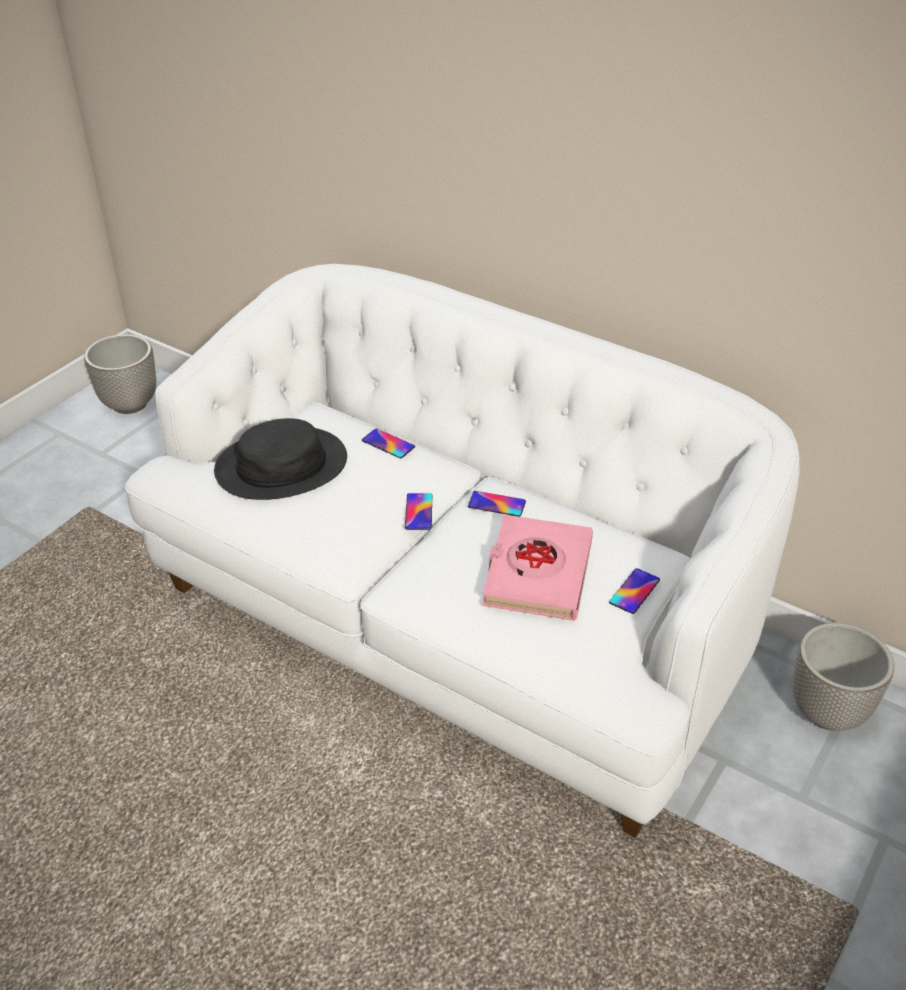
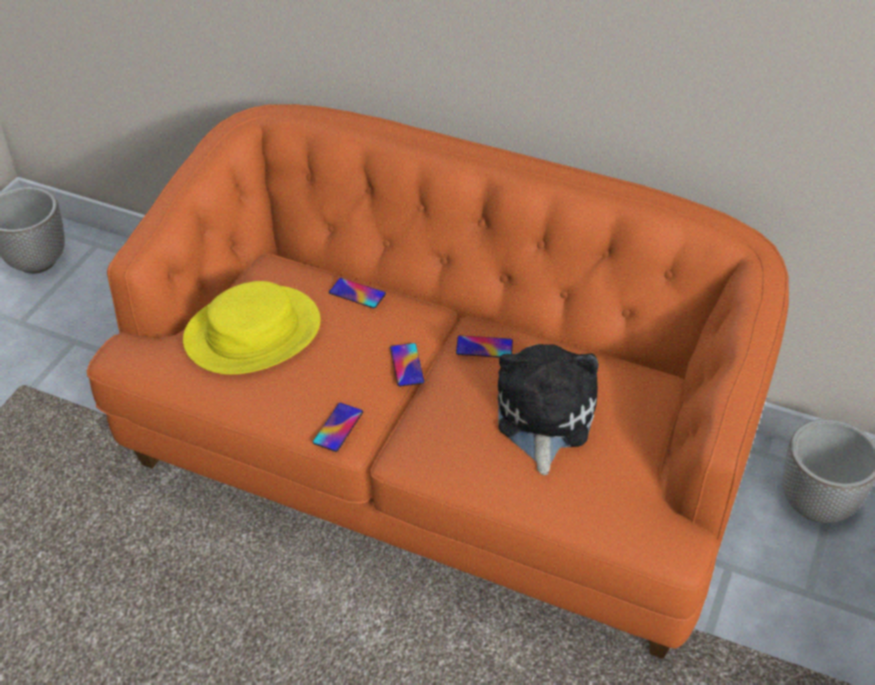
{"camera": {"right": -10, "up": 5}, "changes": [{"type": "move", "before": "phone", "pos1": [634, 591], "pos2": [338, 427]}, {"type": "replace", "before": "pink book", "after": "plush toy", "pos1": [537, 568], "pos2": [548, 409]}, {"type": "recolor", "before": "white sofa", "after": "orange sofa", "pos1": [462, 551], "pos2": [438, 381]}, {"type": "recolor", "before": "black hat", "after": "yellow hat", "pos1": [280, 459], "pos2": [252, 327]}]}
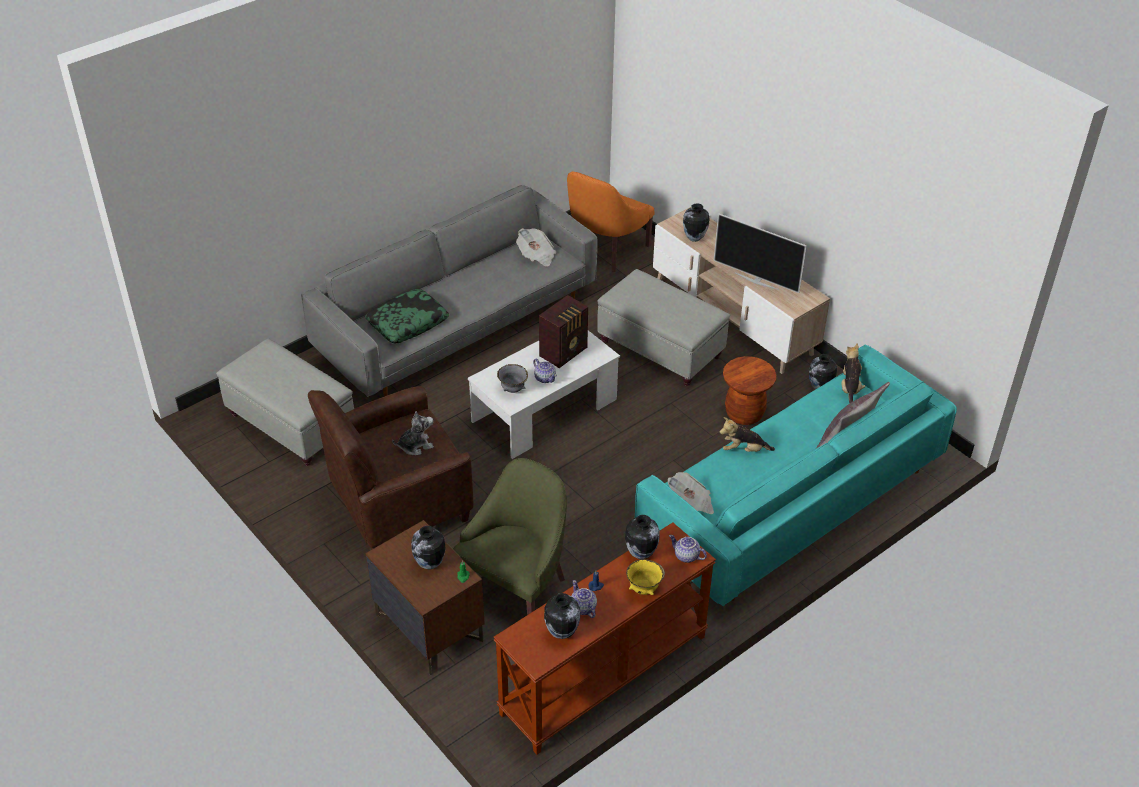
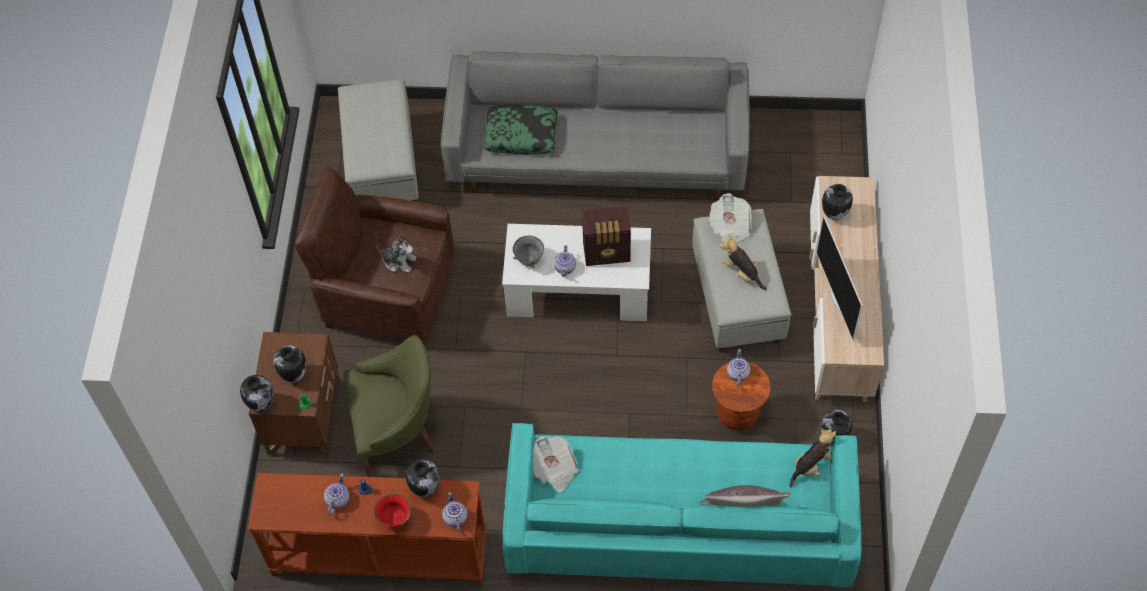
{"camera": {"right": 45, "up": 15}, "changes": [{"type": "delete", "before": "orange armchair", "pos1": [611, 222]}, {"type": "insert", "after": "teapot", "pos2": [738, 368]}, {"type": "move", "before": "newspaper", "pos1": [536, 247], "pos2": [730, 218]}, {"type": "move", "before": "vase", "pos1": [562, 616], "pos2": [257, 393]}, {"type": "move", "before": "plush toy", "pos1": [747, 434], "pos2": [743, 262]}, {"type": "recolor", "before": "yellow bowl", "after": "red bowl", "pos1": [645, 577], "pos2": [392, 512]}]}
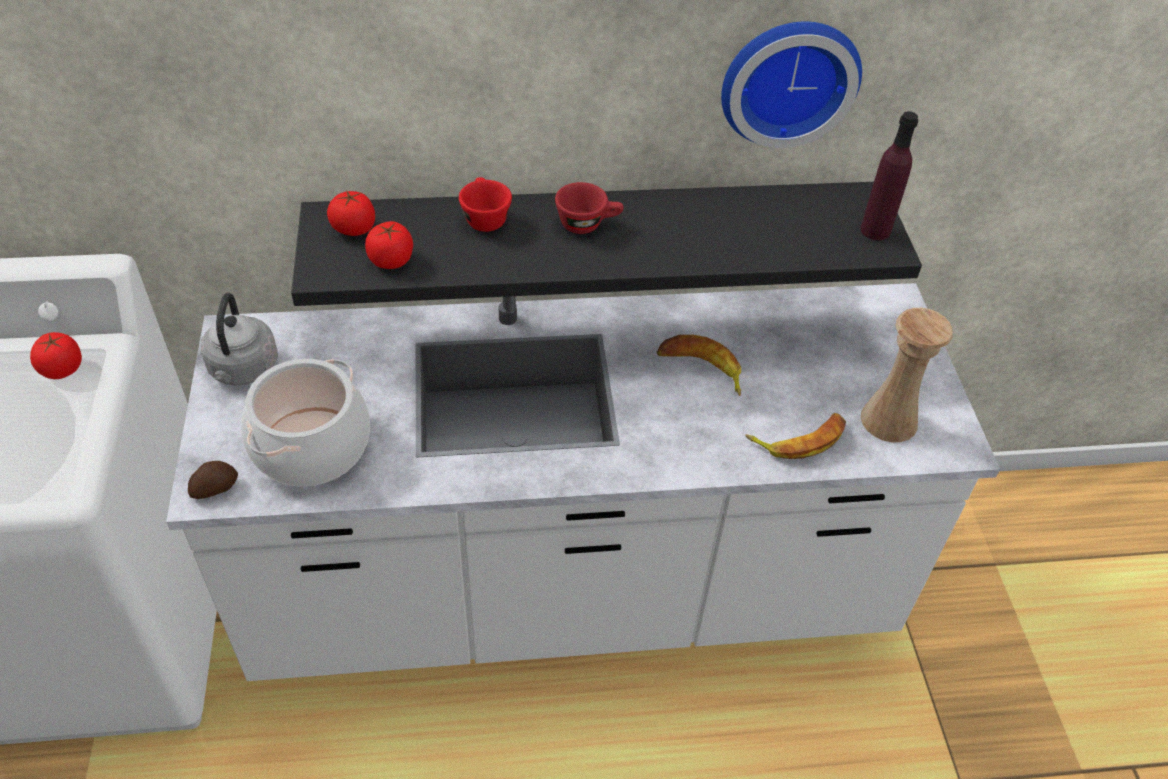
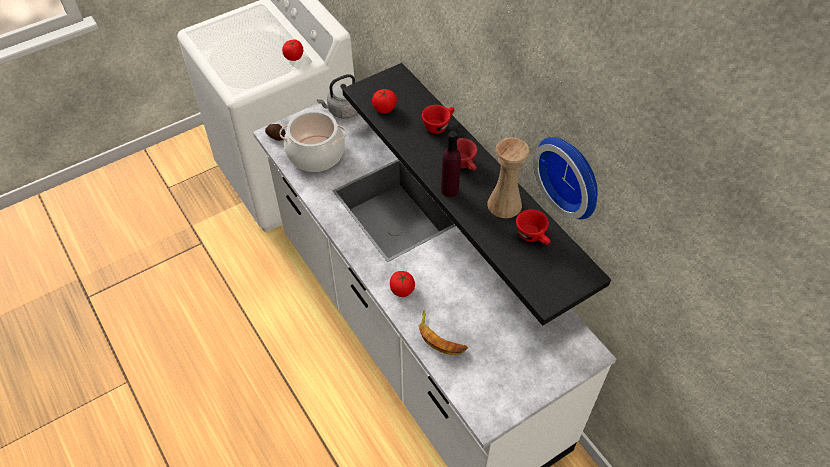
{"camera": {"right": 65, "up": 5}, "changes": [{"type": "delete", "before": "banana", "pos1": [699, 365]}, {"type": "insert", "after": "red cup", "pos2": [533, 227]}, {"type": "move", "before": "tomato", "pos1": [351, 213], "pos2": [402, 284]}, {"type": "move", "before": "purple bottle", "pos1": [889, 175], "pos2": [451, 164]}, {"type": "move", "before": "beige vase", "pos1": [907, 375], "pos2": [508, 177]}]}
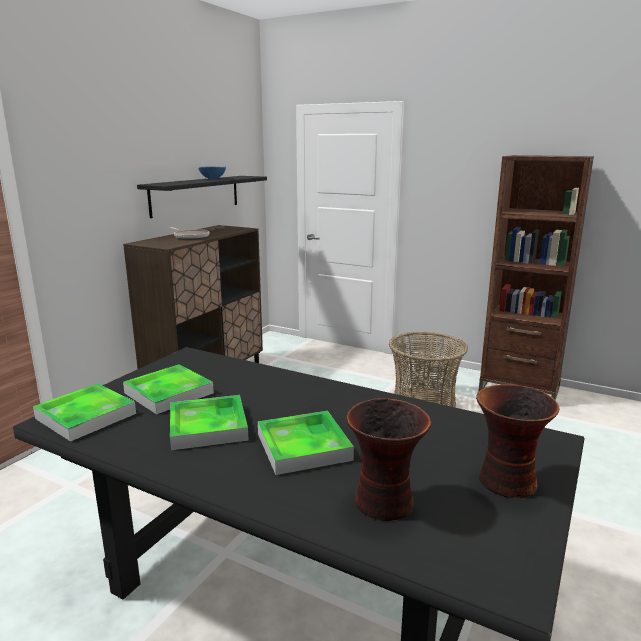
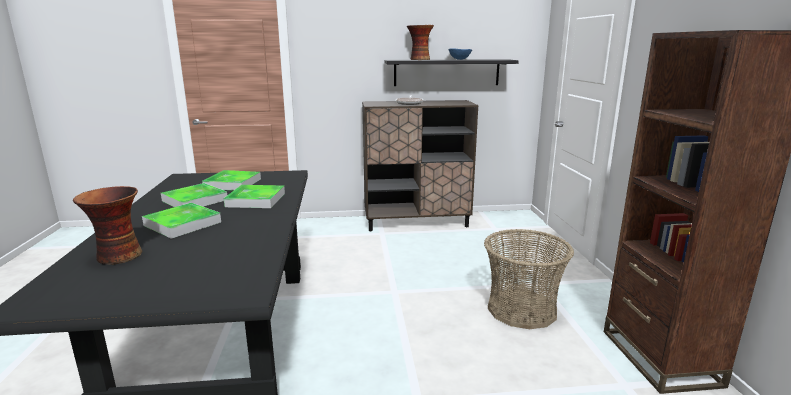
{"camera": {"right": 55, "up": 0}, "changes": [{"type": "move", "before": "tray", "pos1": [84, 412], "pos2": [254, 196]}, {"type": "move", "before": "vase", "pos1": [517, 441], "pos2": [420, 42]}]}
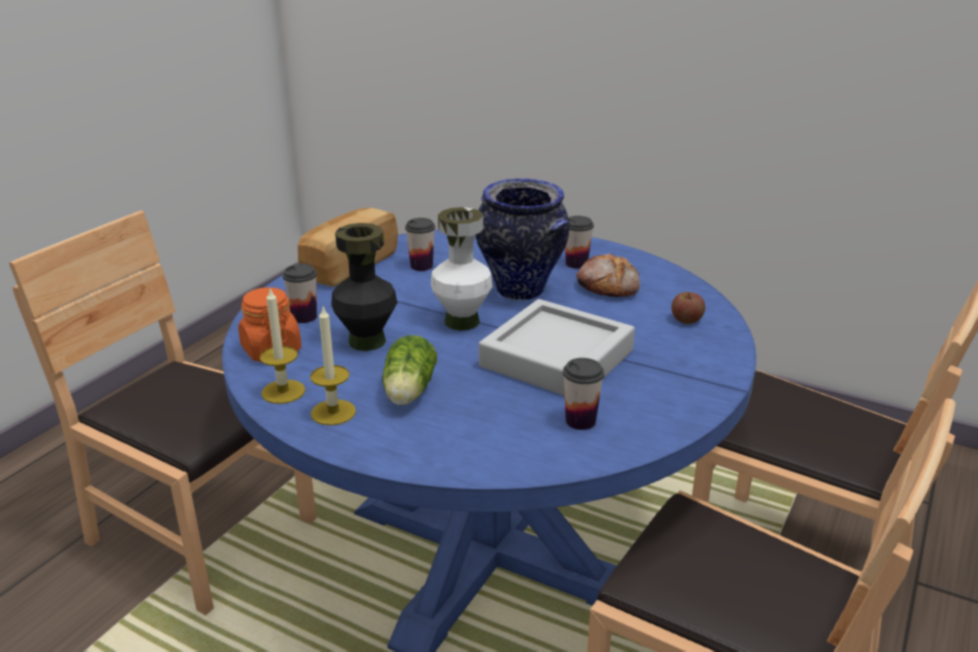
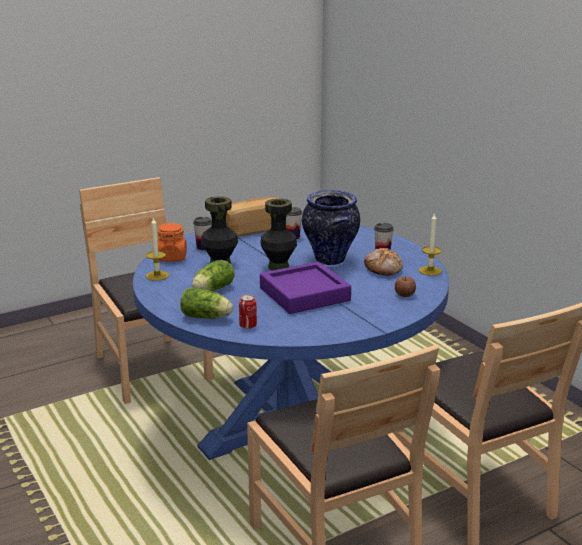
{"camera": {"right": 30, "up": -5}, "changes": [{"type": "delete", "before": "cup", "pos1": [583, 394]}, {"type": "insert", "after": "lettuce", "pos2": [206, 303]}, {"type": "insert", "after": "can", "pos2": [248, 311]}, {"type": "move", "before": "candle", "pos1": [333, 366], "pos2": [430, 244]}, {"type": "recolor", "before": "white vase", "after": "black vase", "pos1": [462, 269], "pos2": [278, 234]}, {"type": "recolor", "before": "grey tray", "after": "purple tray", "pos1": [557, 347], "pos2": [305, 288]}]}
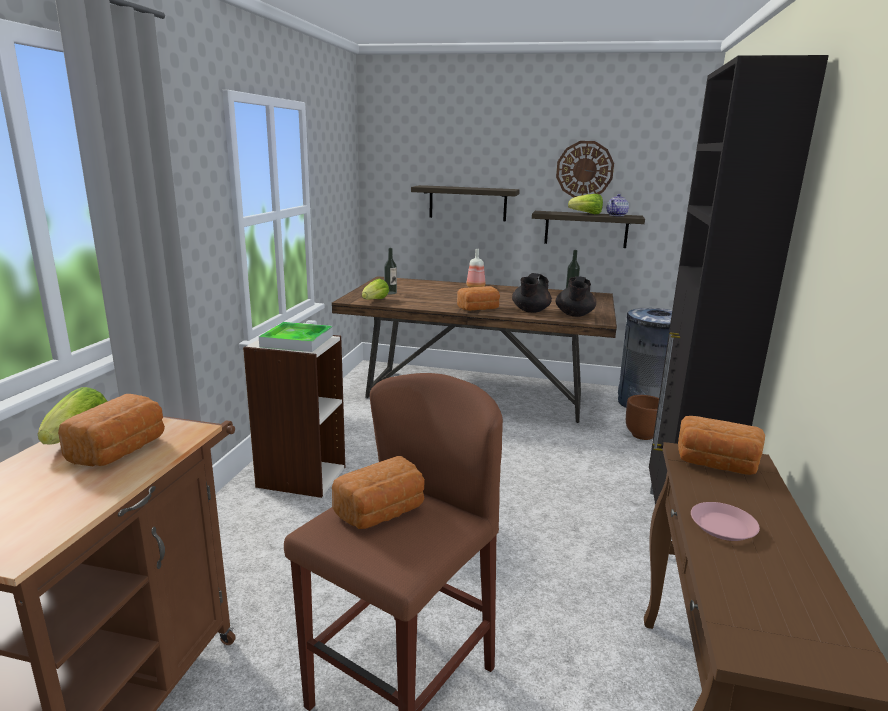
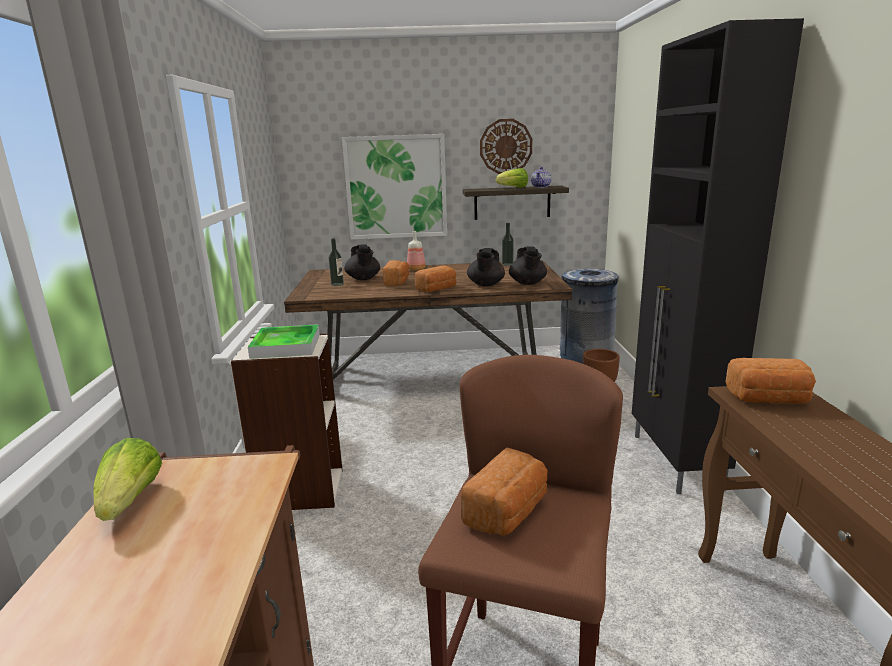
{"camera": {"right": -15, "up": 0}, "changes": [{"type": "delete", "before": "lettuce", "pos1": [375, 289]}, {"type": "delete", "before": "pink plate", "pos1": [725, 521]}, {"type": "insert", "after": "black teapot", "pos2": [362, 262]}, {"type": "move", "before": "bread", "pos1": [111, 430], "pos2": [396, 273]}, {"type": "replace", "before": "shelf", "after": "picture", "pos1": [465, 203], "pos2": [394, 187]}]}
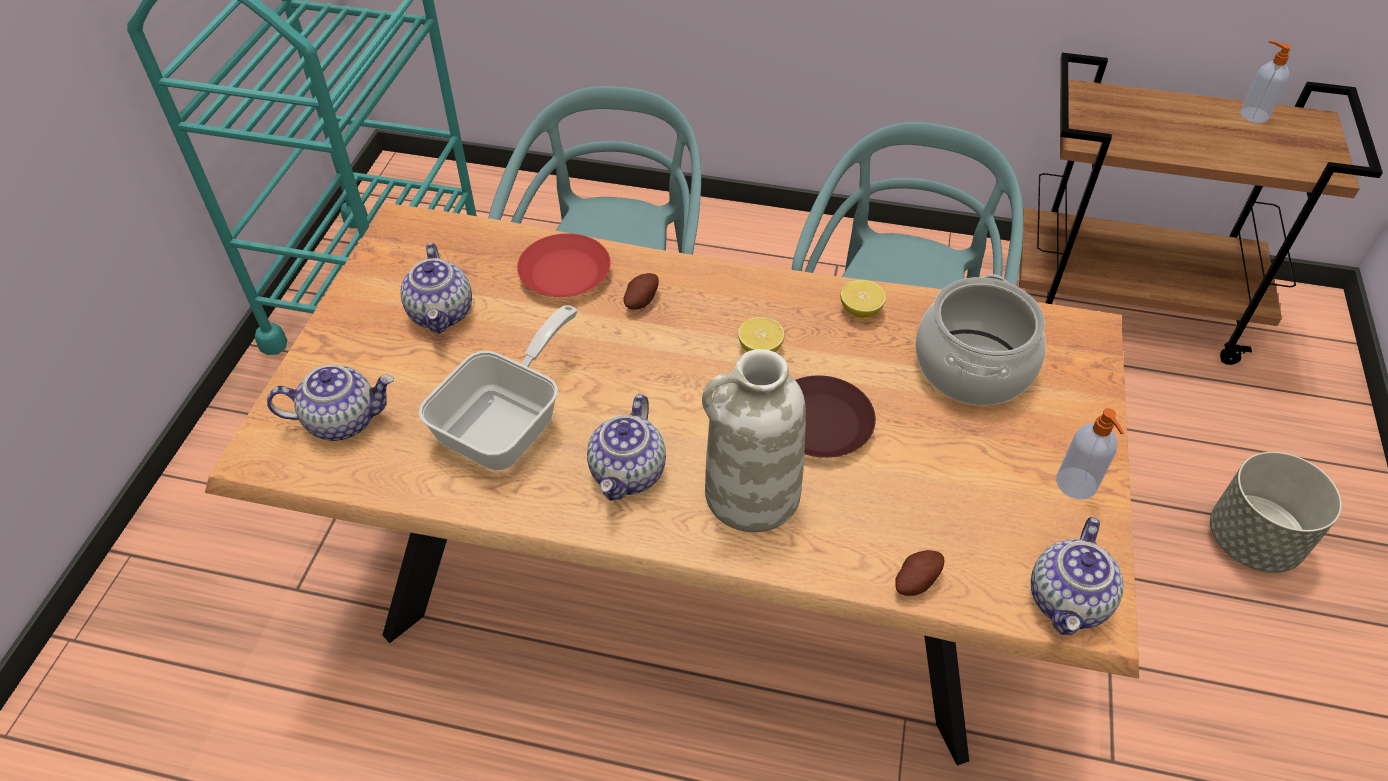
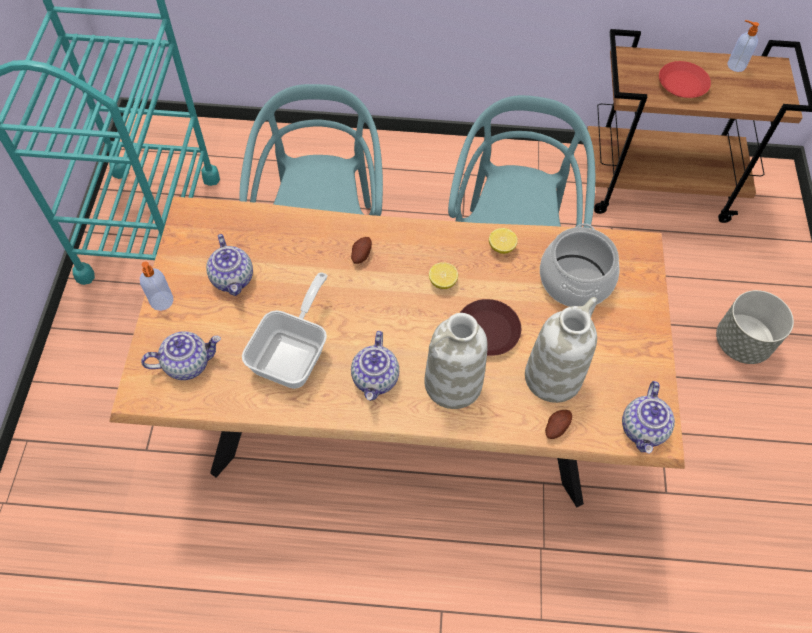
{"camera": {"right": -10, "up": 10}, "changes": [{"type": "insert", "after": "white vase", "pos2": [561, 350]}, {"type": "move", "before": "red plate", "pos1": [564, 265], "pos2": [685, 79]}, {"type": "move", "before": "soap dispenser", "pos1": [1090, 454], "pos2": [157, 286]}]}
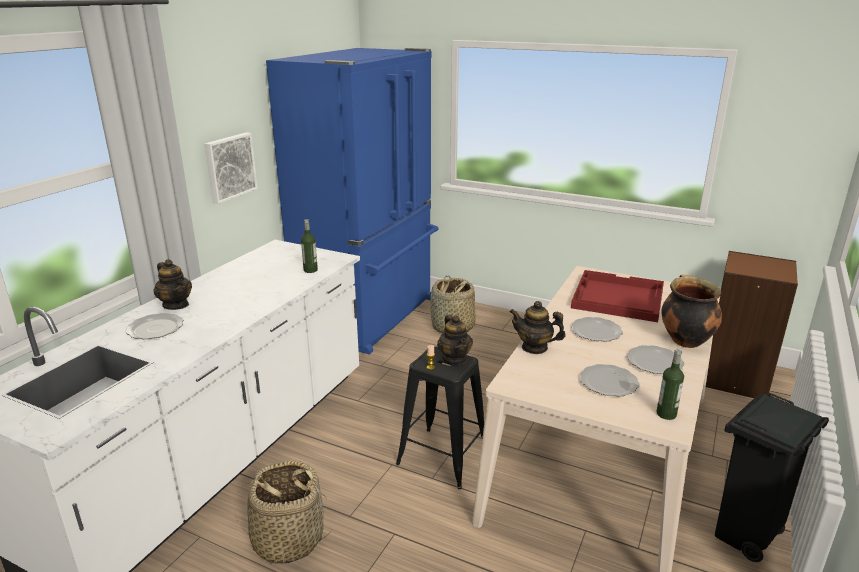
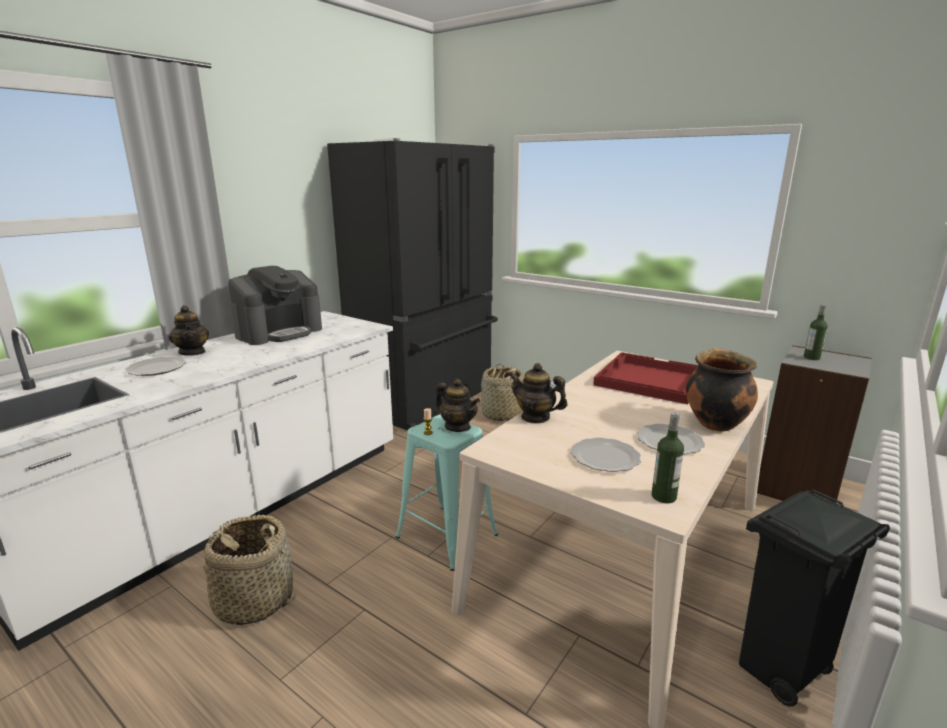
{"camera": {"right": 10, "up": -5}, "changes": [{"type": "delete", "before": "picture", "pos1": [231, 168]}, {"type": "delete", "before": "plate", "pos1": [597, 329]}, {"type": "insert", "after": "coffee machine", "pos2": [275, 305]}, {"type": "move", "before": "bottle", "pos1": [309, 246], "pos2": [816, 332]}, {"type": "recolor", "before": "blue fridge", "after": "black fridge", "pos1": [352, 201], "pos2": [412, 284]}, {"type": "recolor", "before": "black stool", "after": "turquoise stool", "pos1": [440, 417], "pos2": [447, 493]}, {"type": "recolor", "before": "brown bookcase", "after": "grey bookcase", "pos1": [752, 324], "pos2": [814, 424]}, {"type": "rotate", "before": "teapot", "pos1": [455, 340], "pos2": [458, 405], "turn": -45}]}
